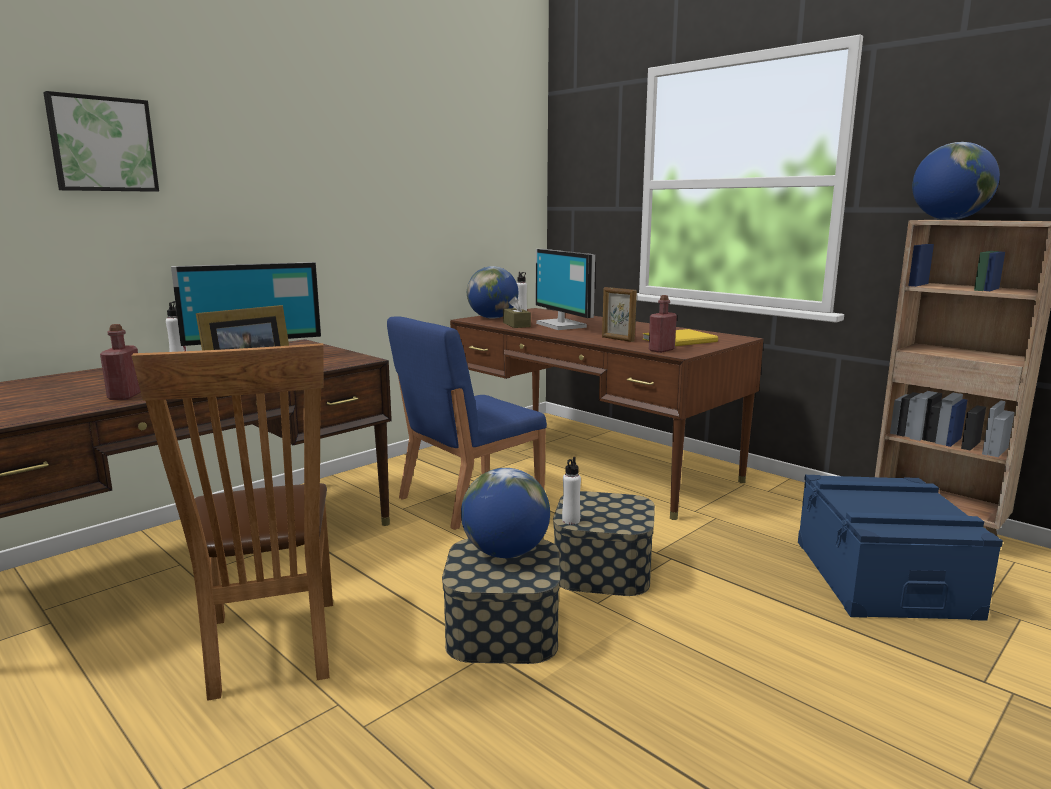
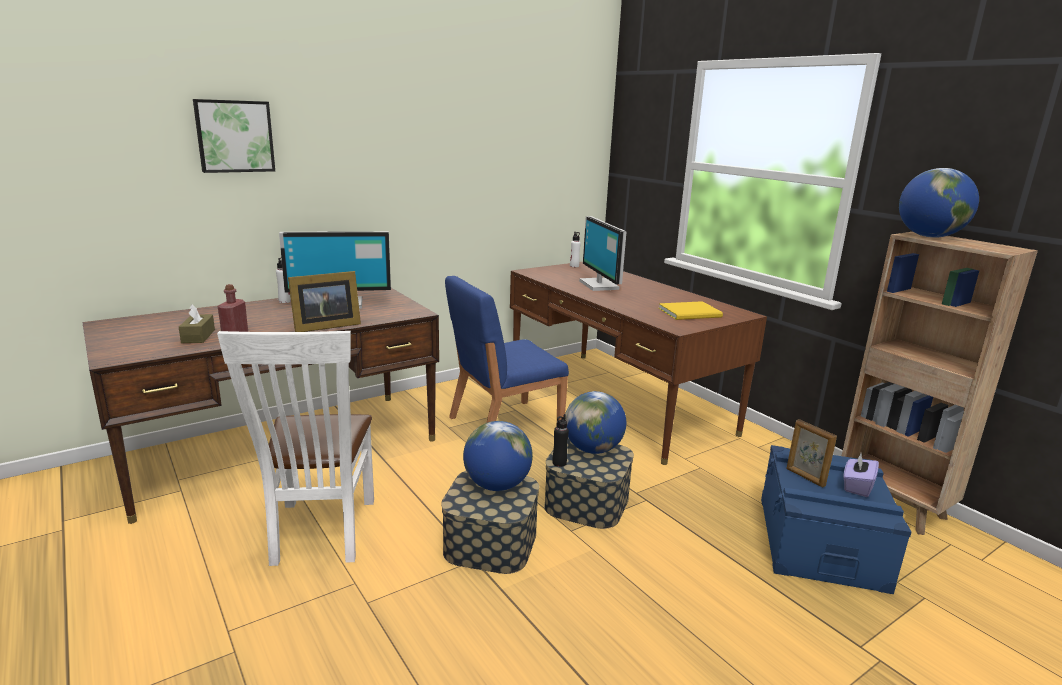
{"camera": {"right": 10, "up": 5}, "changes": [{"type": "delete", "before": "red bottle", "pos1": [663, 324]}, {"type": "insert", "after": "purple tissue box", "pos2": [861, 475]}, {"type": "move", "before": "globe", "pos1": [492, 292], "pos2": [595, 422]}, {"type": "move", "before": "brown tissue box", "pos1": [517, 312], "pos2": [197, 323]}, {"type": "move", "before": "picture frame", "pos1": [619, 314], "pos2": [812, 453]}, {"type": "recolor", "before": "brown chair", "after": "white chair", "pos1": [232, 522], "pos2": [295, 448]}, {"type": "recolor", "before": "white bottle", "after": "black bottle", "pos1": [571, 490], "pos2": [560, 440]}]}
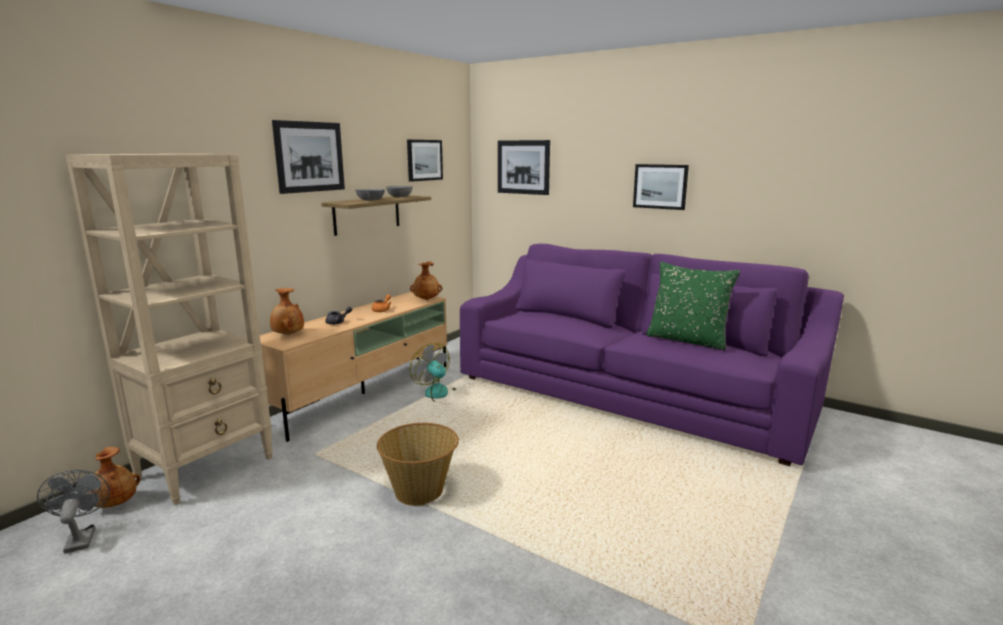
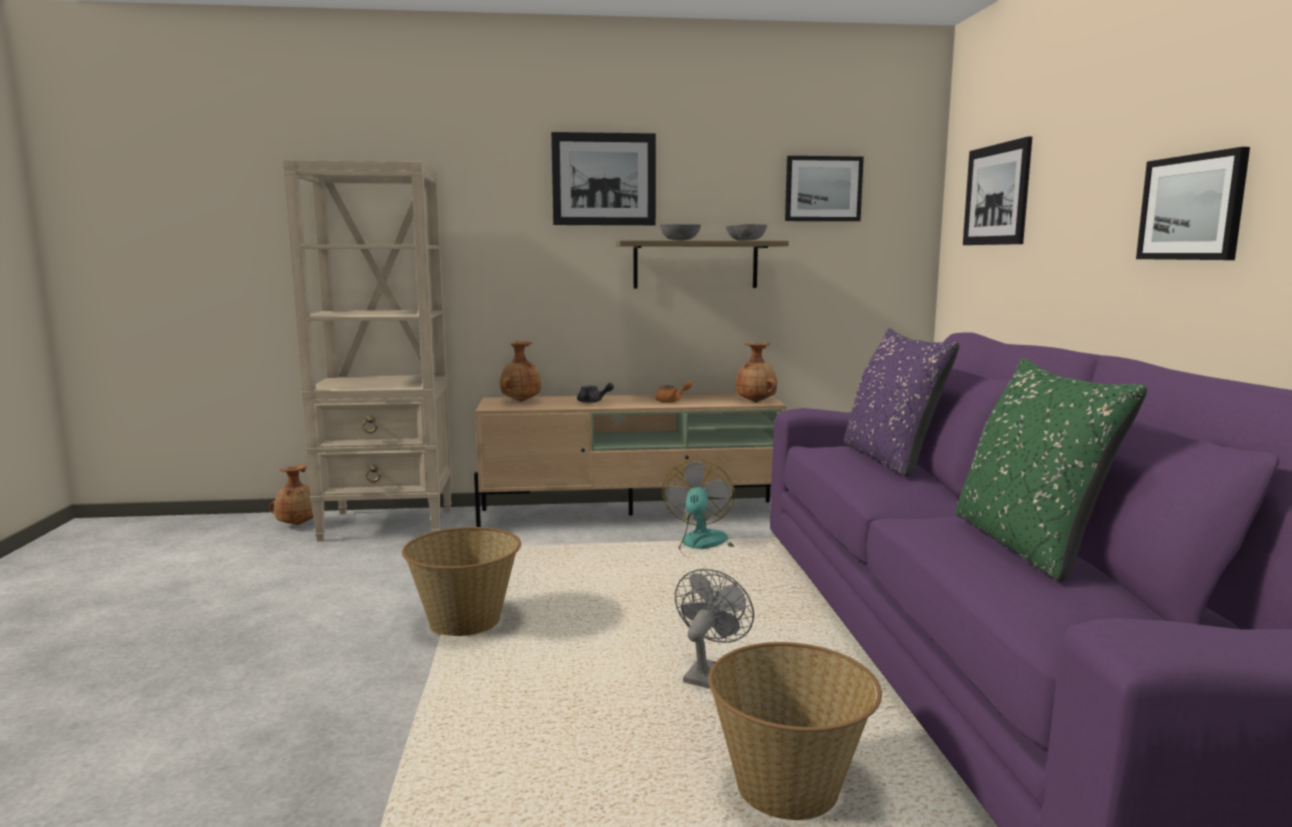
{"camera": {"right": 50, "up": -5}, "changes": [{"type": "insert", "after": "basket", "pos2": [795, 731]}, {"type": "insert", "after": "purple pillow", "pos2": [901, 402]}, {"type": "move", "before": "grey fan", "pos1": [73, 512], "pos2": [714, 629]}]}
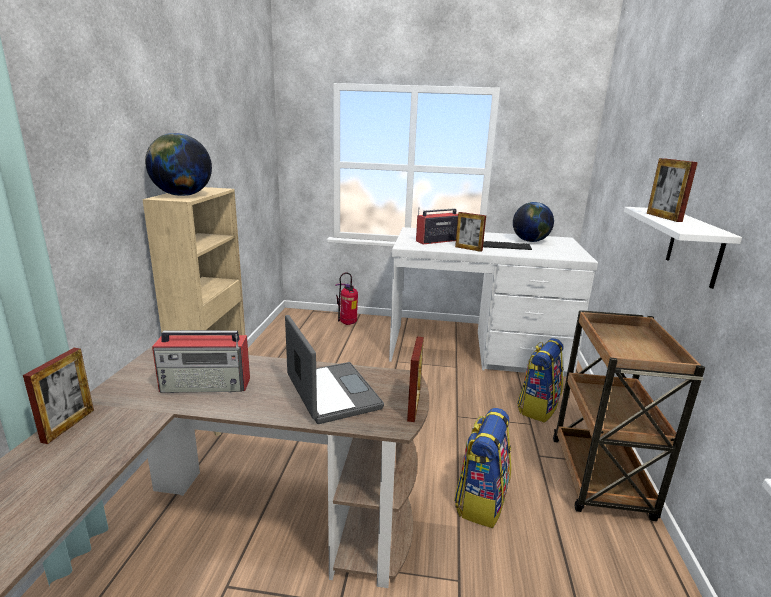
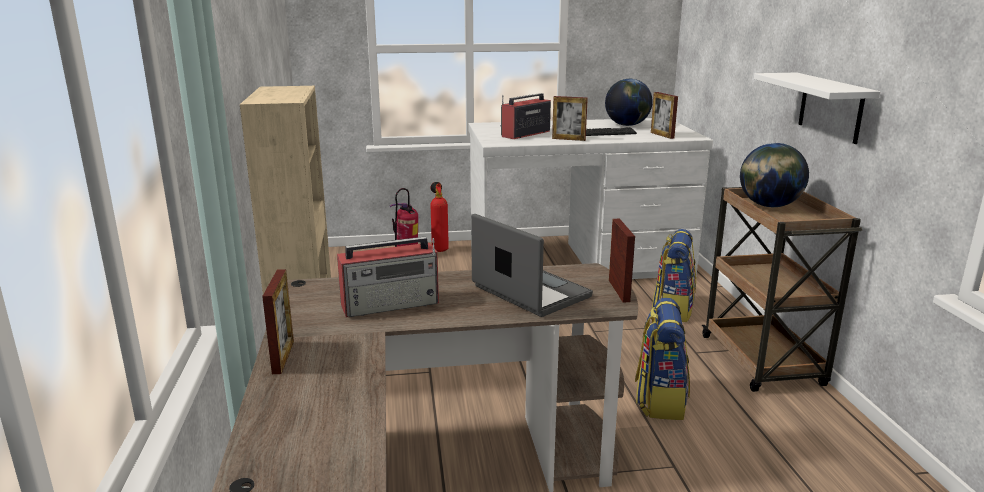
{"camera": {"right": -15, "up": 0}, "changes": [{"type": "insert", "after": "fire extinguisher", "pos2": [439, 217]}, {"type": "move", "before": "globe", "pos1": [178, 164], "pos2": [774, 175]}, {"type": "move", "before": "picture frame", "pos1": [672, 190], "pos2": [664, 115]}]}
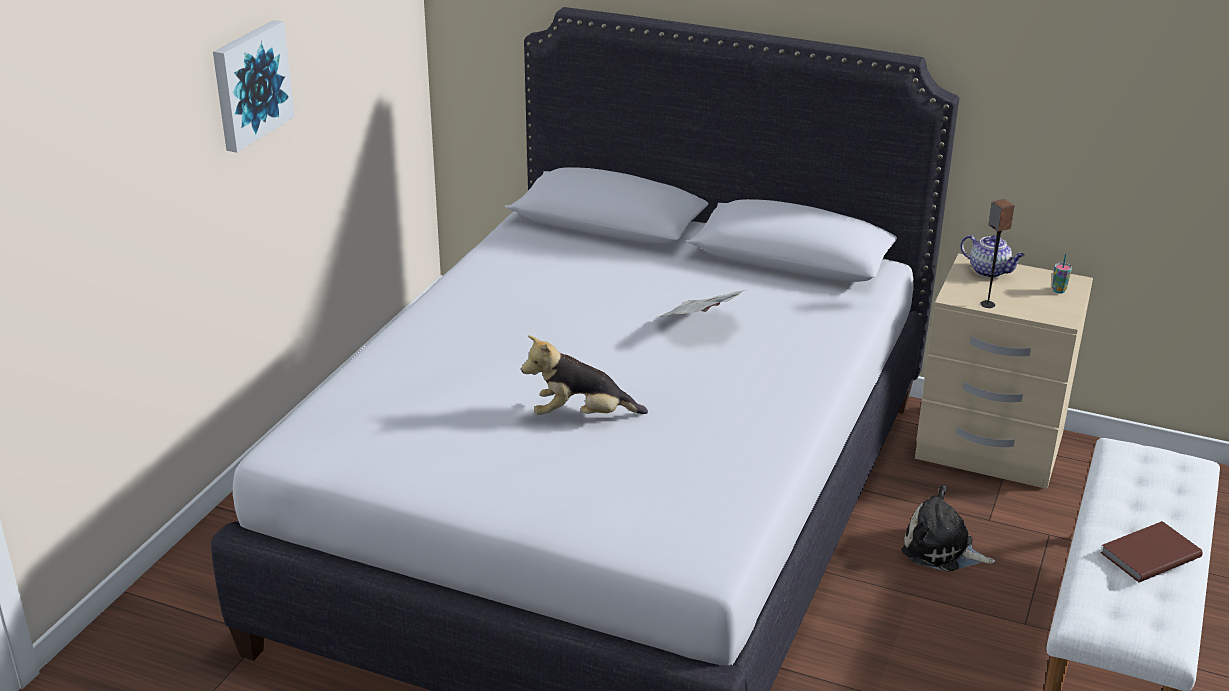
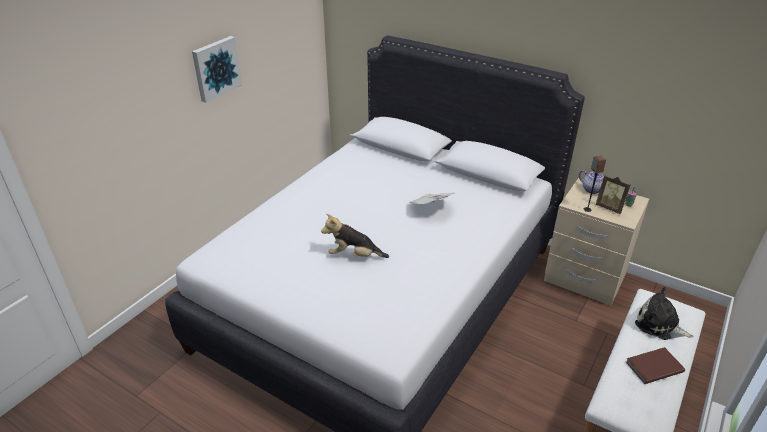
{"camera": {"right": 10, "up": 5}, "changes": [{"type": "insert", "after": "picture frame", "pos2": [613, 195]}, {"type": "move", "before": "plush toy", "pos1": [948, 528], "pos2": [664, 313]}]}
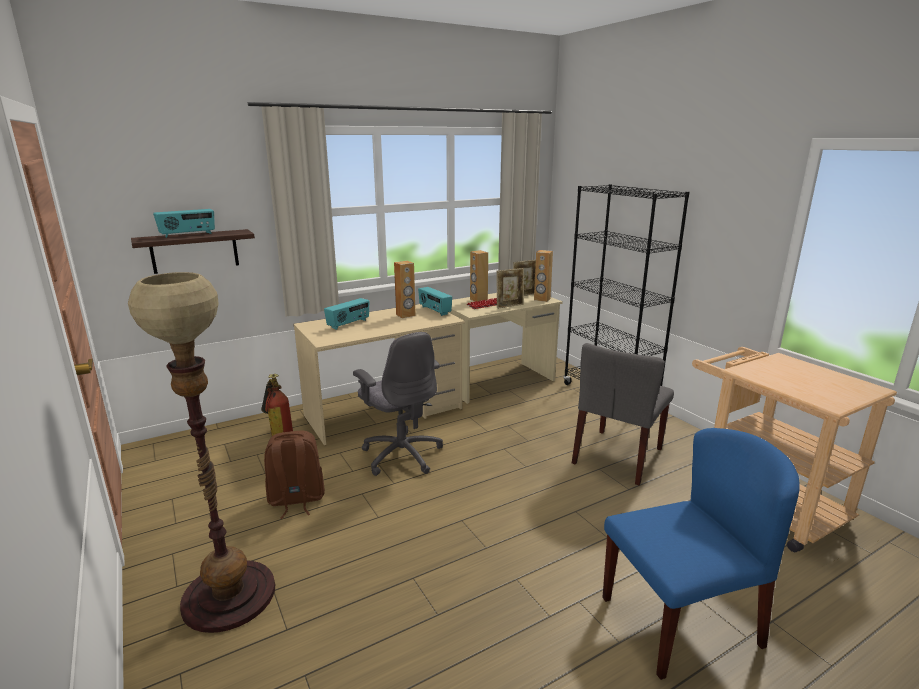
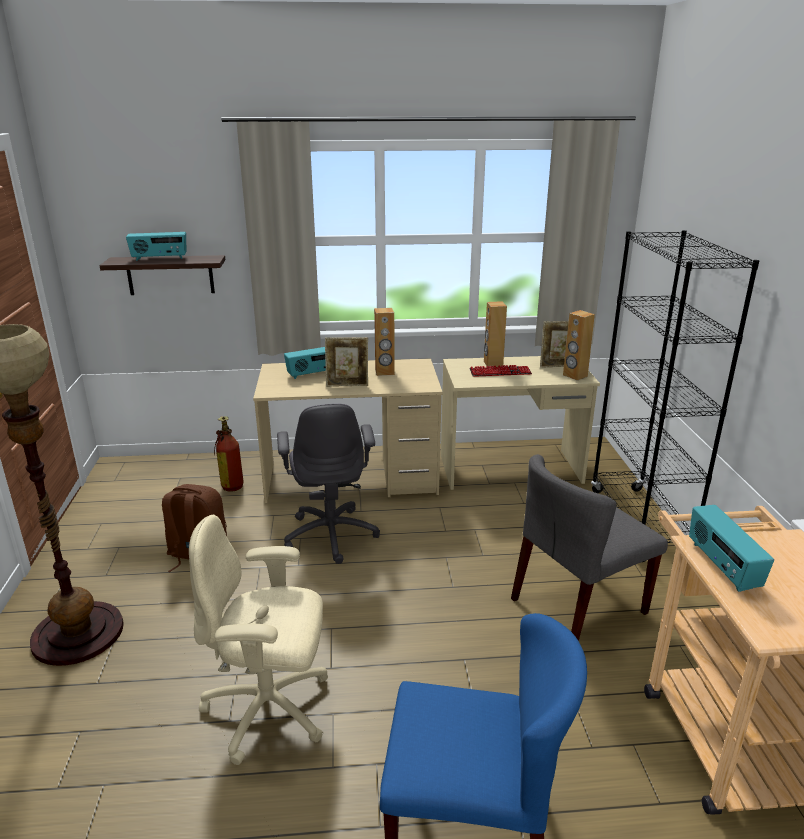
{"camera": {"right": 25, "up": 5}, "changes": [{"type": "insert", "after": "beige office chair", "pos2": [258, 640]}, {"type": "move", "before": "radio", "pos1": [435, 301], "pos2": [731, 548]}, {"type": "move", "before": "picture frame", "pos1": [510, 288], "pos2": [346, 362]}]}
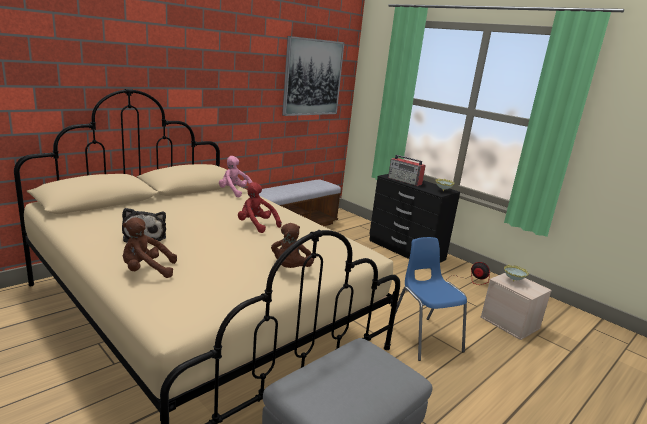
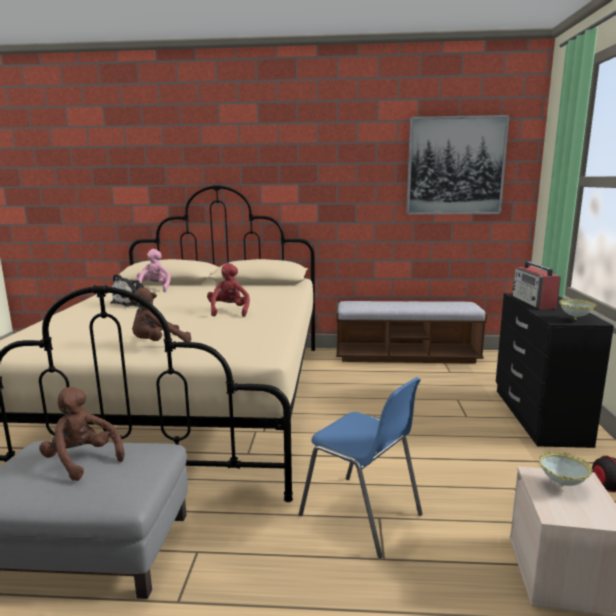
{"camera": {"right": 50, "up": -5}, "changes": [{"type": "move", "before": "brown plush toy", "pos1": [150, 247], "pos2": [82, 434]}, {"type": "move", "before": "pink plush toy", "pos1": [235, 176], "pos2": [154, 270]}, {"type": "rotate", "before": "blue chair", "pos1": [431, 299], "pos2": [361, 467], "turn": 105}]}
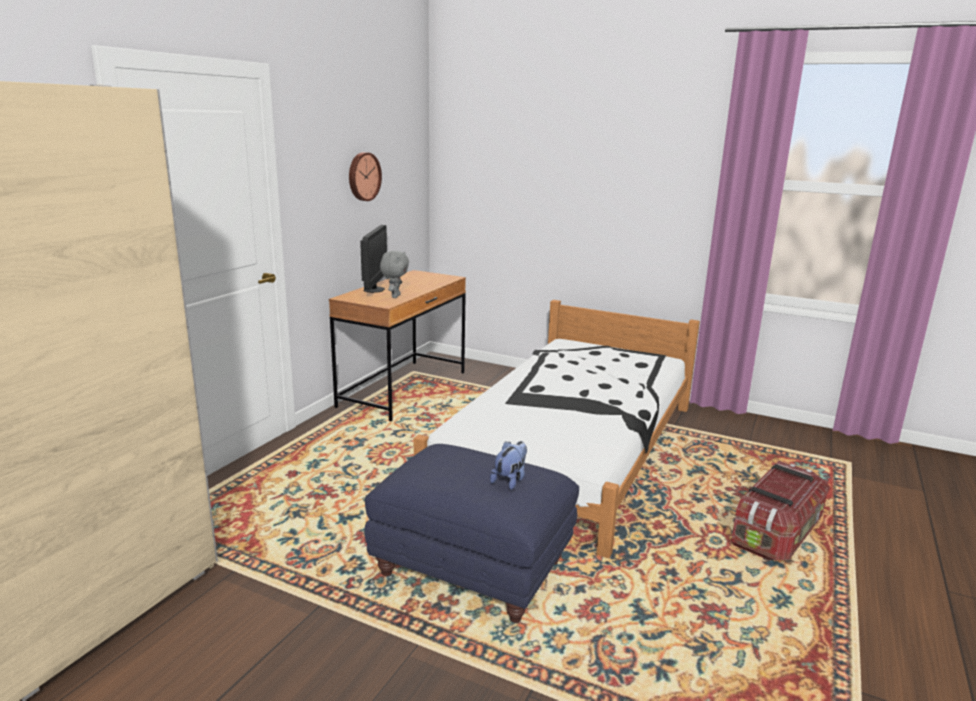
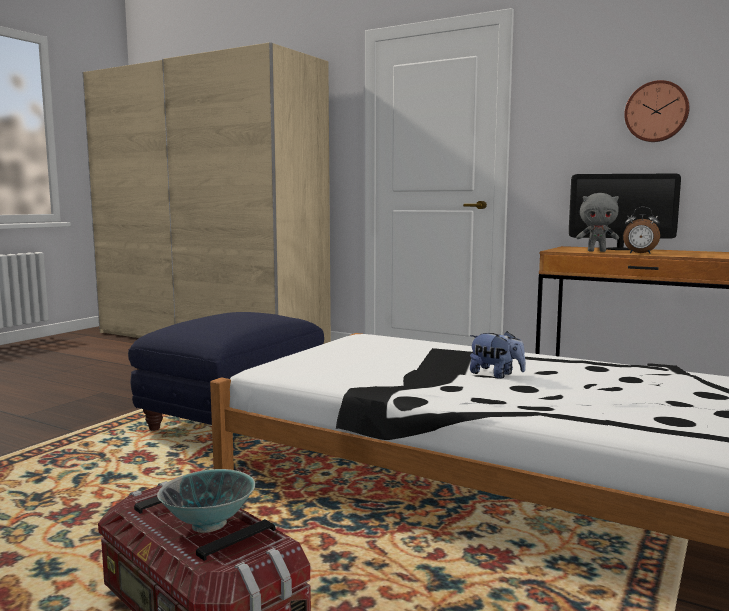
{"camera": {"right": 95, "up": -10}, "changes": [{"type": "insert", "after": "bowl", "pos2": [206, 501]}, {"type": "insert", "after": "alarm clock", "pos2": [641, 230]}, {"type": "move", "before": "plush toy", "pos1": [508, 465], "pos2": [498, 355]}]}
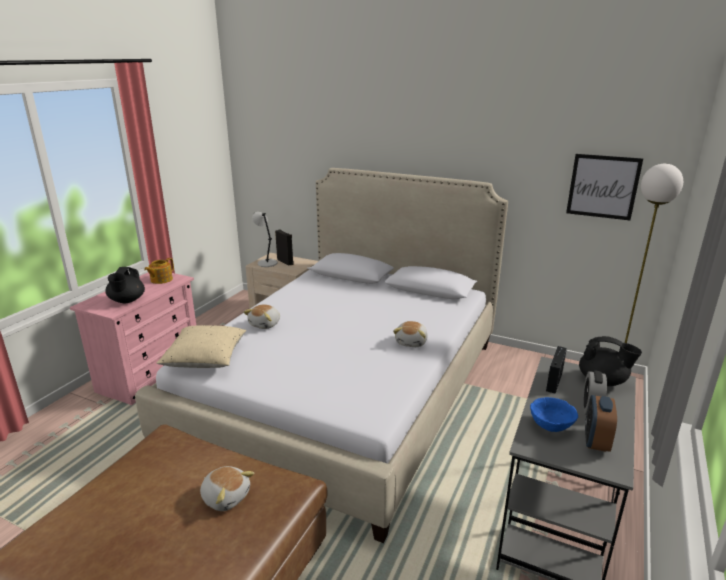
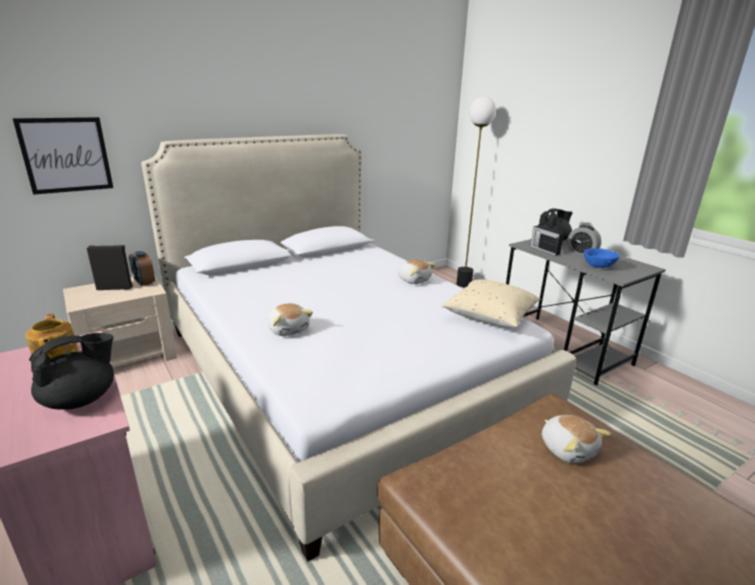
{"camera": {"right": -60, "up": 0}, "changes": [{"type": "delete", "before": "grey table lamp", "pos1": [265, 239]}, {"type": "move", "before": "beige pillow", "pos1": [201, 346], "pos2": [491, 303]}, {"type": "move", "before": "picture", "pos1": [604, 187], "pos2": [63, 156]}, {"type": "move", "before": "alarm clock", "pos1": [601, 423], "pos2": [142, 268]}, {"type": "rotate", "before": "black teapot", "pos1": [125, 285], "pos2": [71, 371], "turn": -75}, {"type": "rotate", "before": "plush toy", "pos1": [227, 488], "pos2": [576, 439], "turn": 90}]}
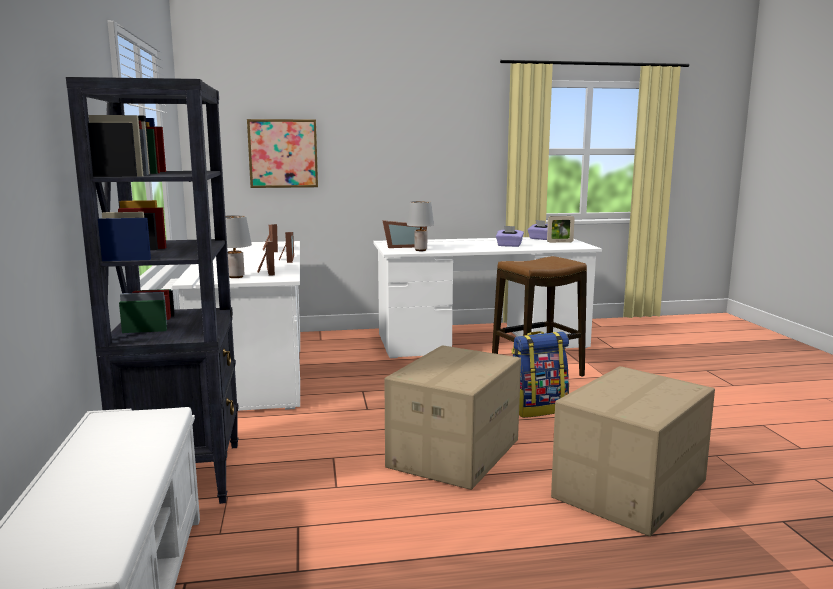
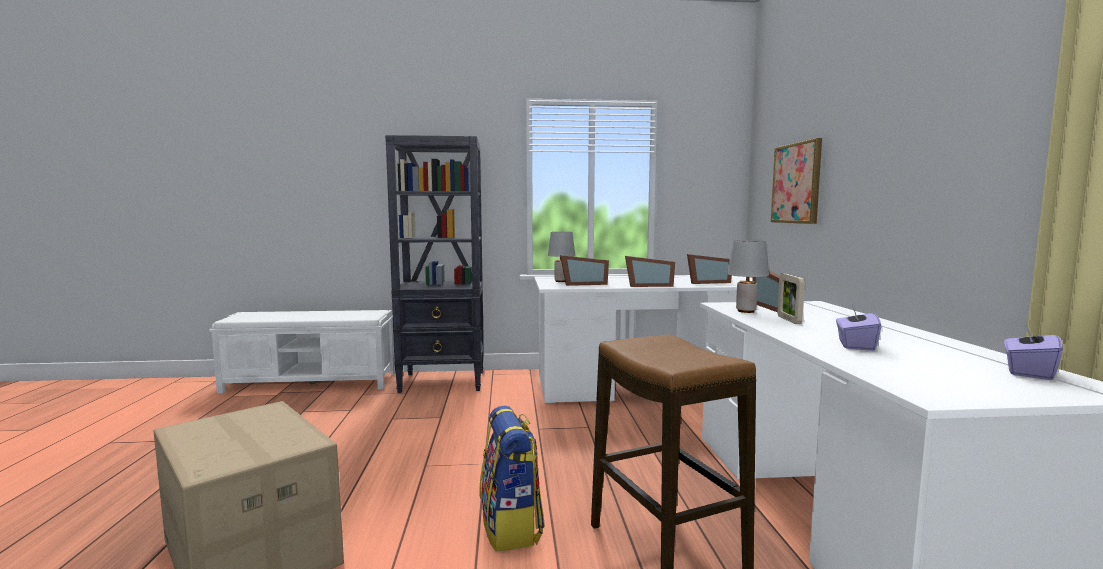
{"camera": {"right": 95, "up": -5}, "changes": [{"type": "delete", "before": "cardboard box", "pos1": [452, 417]}, {"type": "move", "before": "picture frame", "pos1": [561, 229], "pos2": [791, 299]}]}
